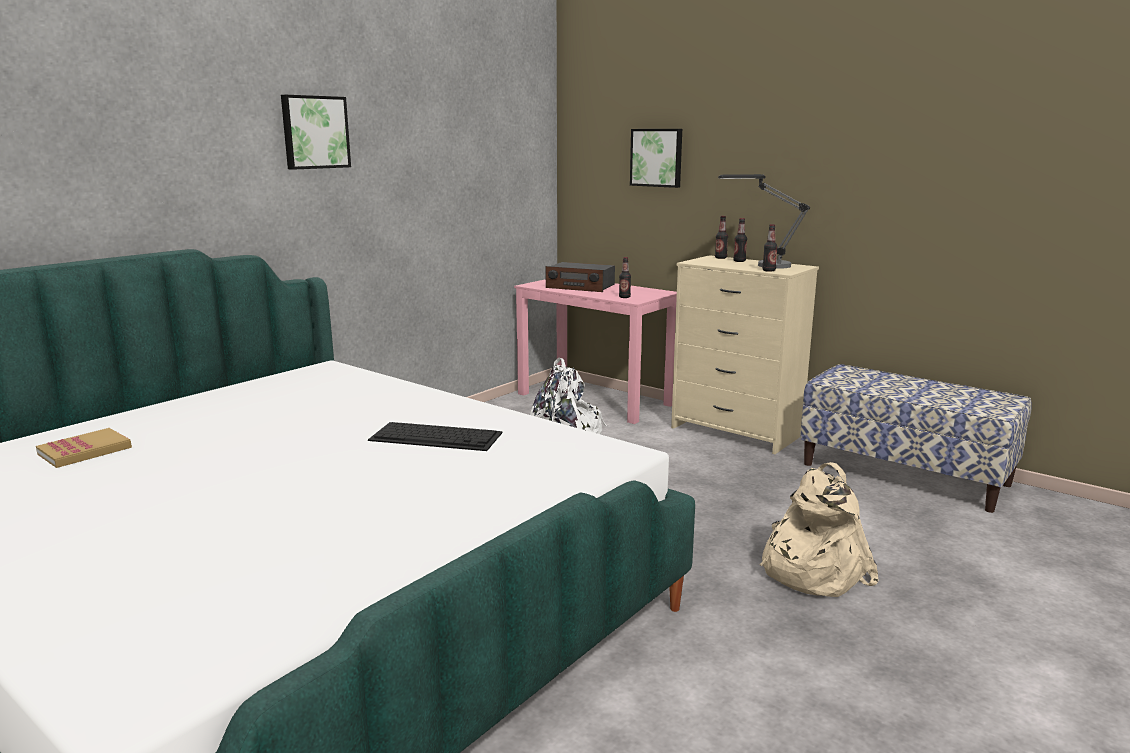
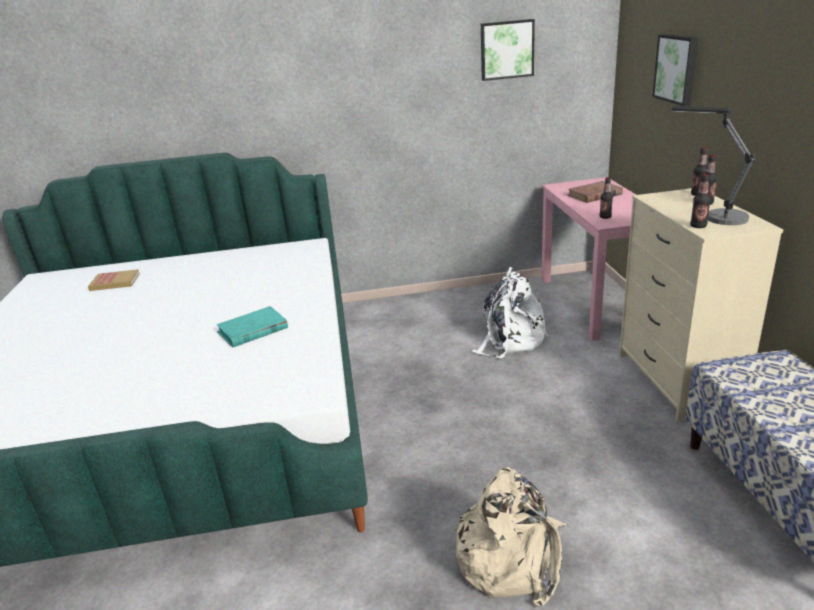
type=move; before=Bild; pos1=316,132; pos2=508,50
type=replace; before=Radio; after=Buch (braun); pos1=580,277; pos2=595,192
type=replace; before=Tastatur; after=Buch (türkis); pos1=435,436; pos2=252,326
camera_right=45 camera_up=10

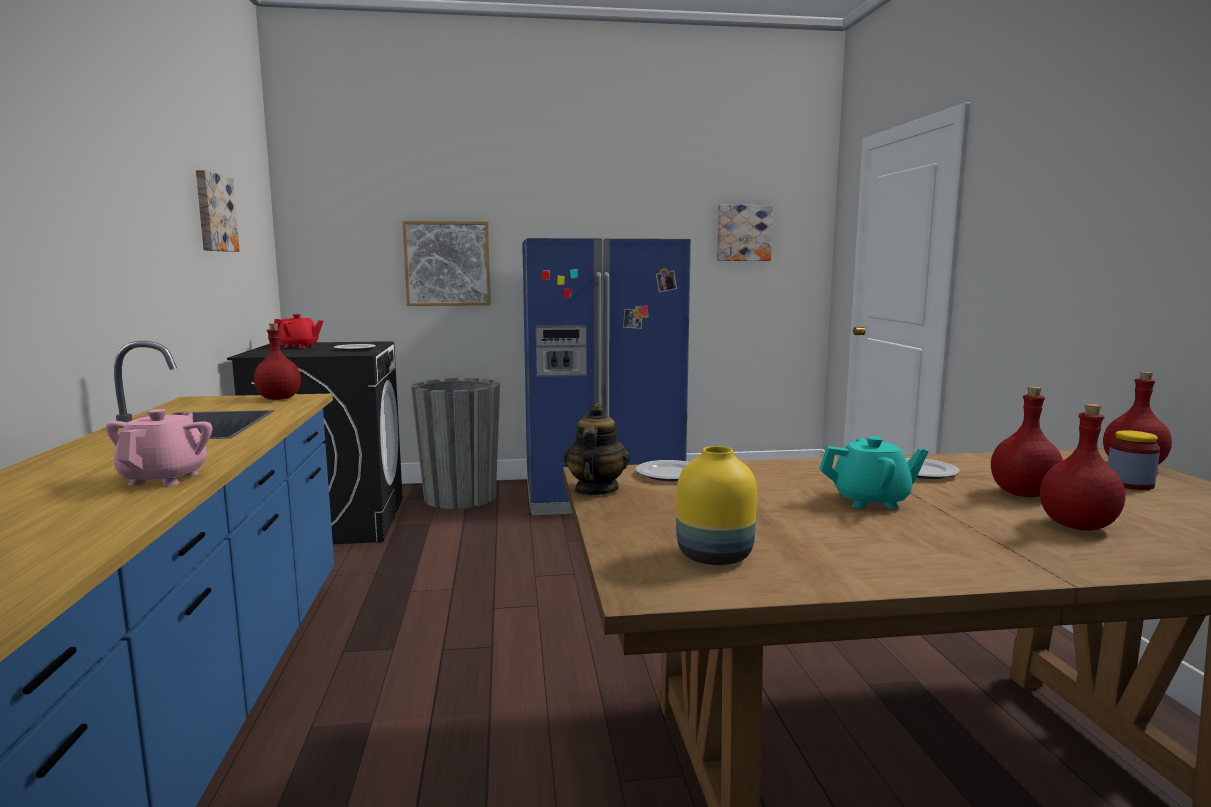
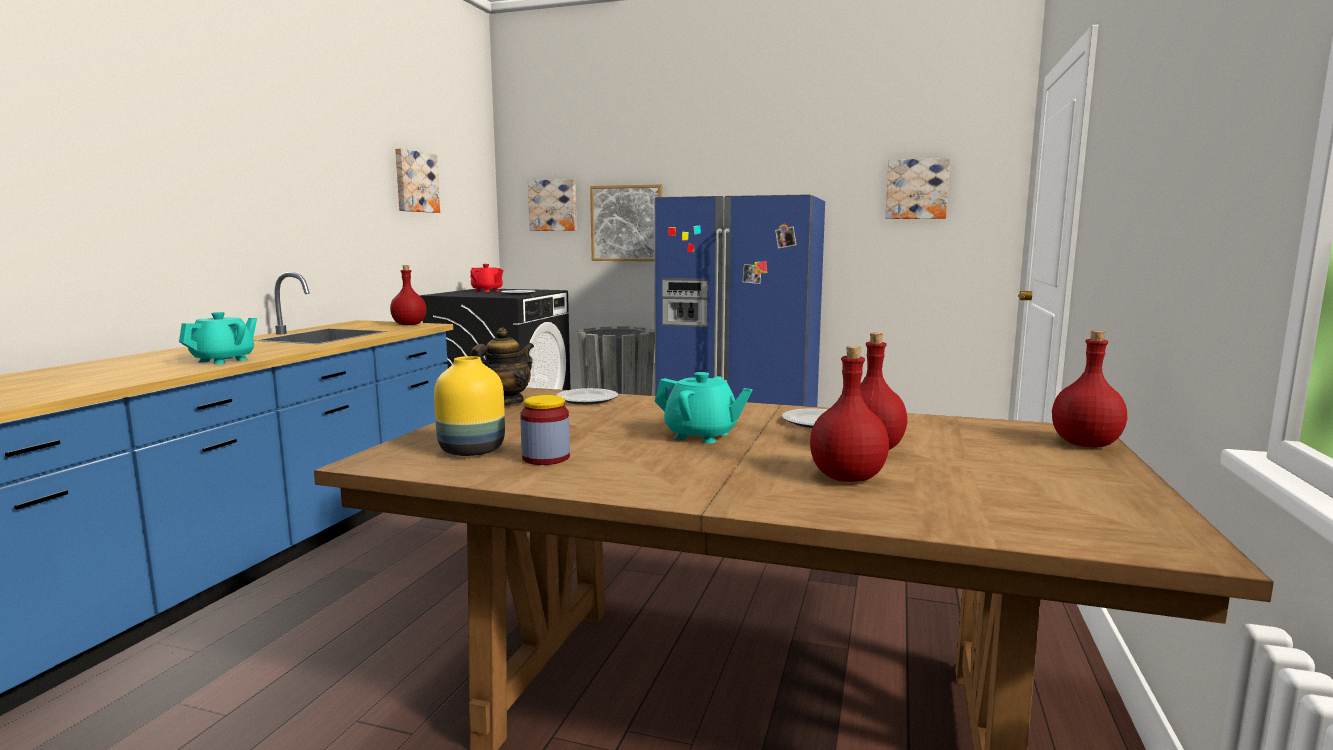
type=recolor; before=Teekanne (rosa); after=Teekanne (türkis); pos1=159,447; pos2=218,338
type=move; before=Vorratsglas; pos1=1134,460; pos2=545,430
type=insert; after=Bild; pos2=552,205
camera_right=25 camera_up=0

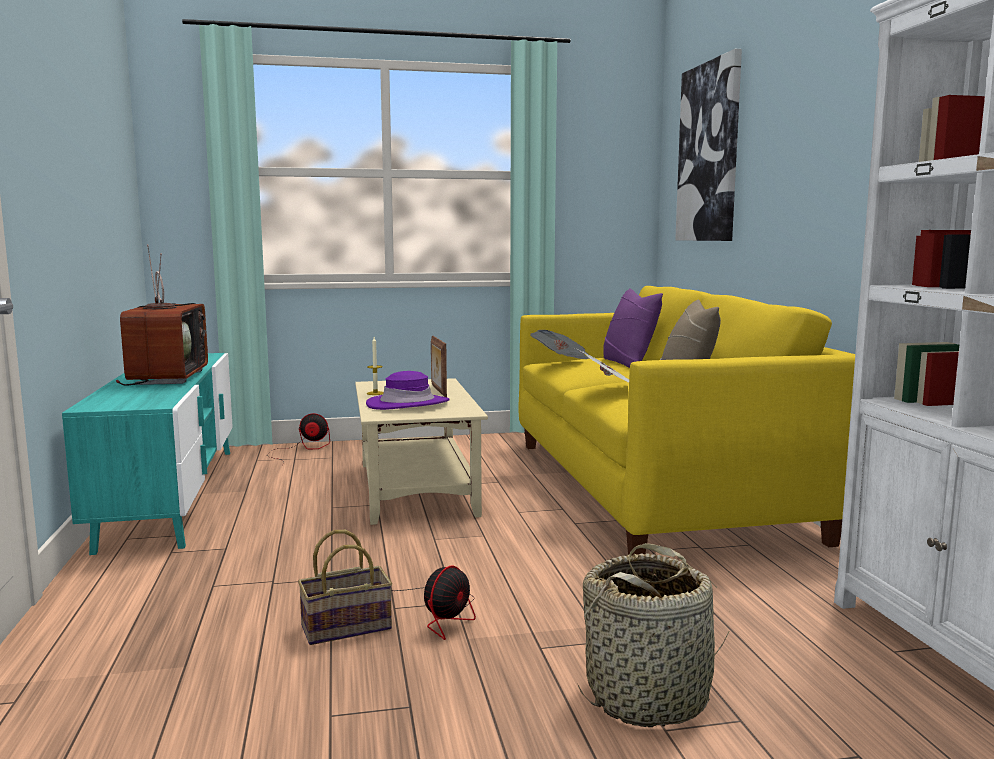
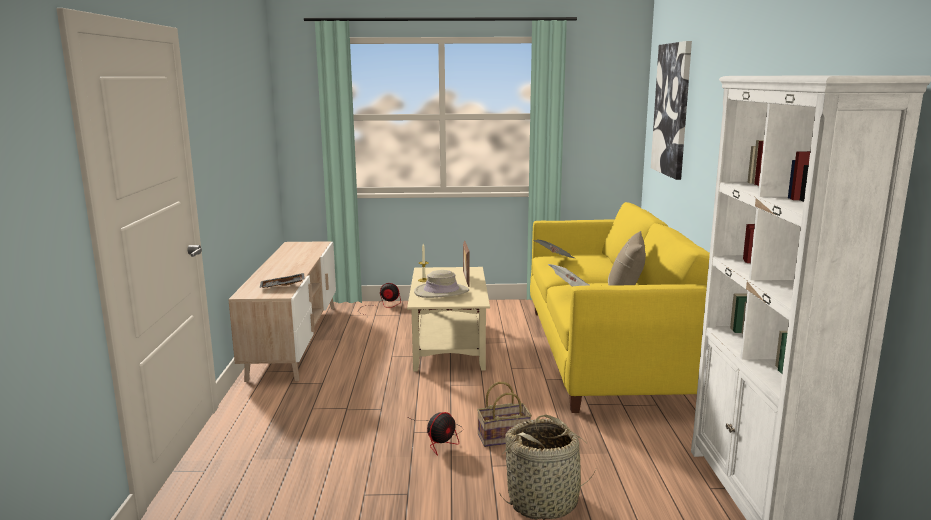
type=delete; before=Fernseher; pos1=162,314
type=delete; before=Kissen (lila); pos1=633,328
type=recolor; before=Fernsehschrank (türkis); after=Fernsehschrank (beige); pos1=147,454; pos2=282,311
type=recolor; before=Hut (lila); after=Hut (beige); pos1=408,390; pos2=441,284
type=move; before=Korb; pos1=345,587; pos2=504,414
type=insert; after=Tablett (schwarz); pos2=282,280
camera_right=10 camera_up=5

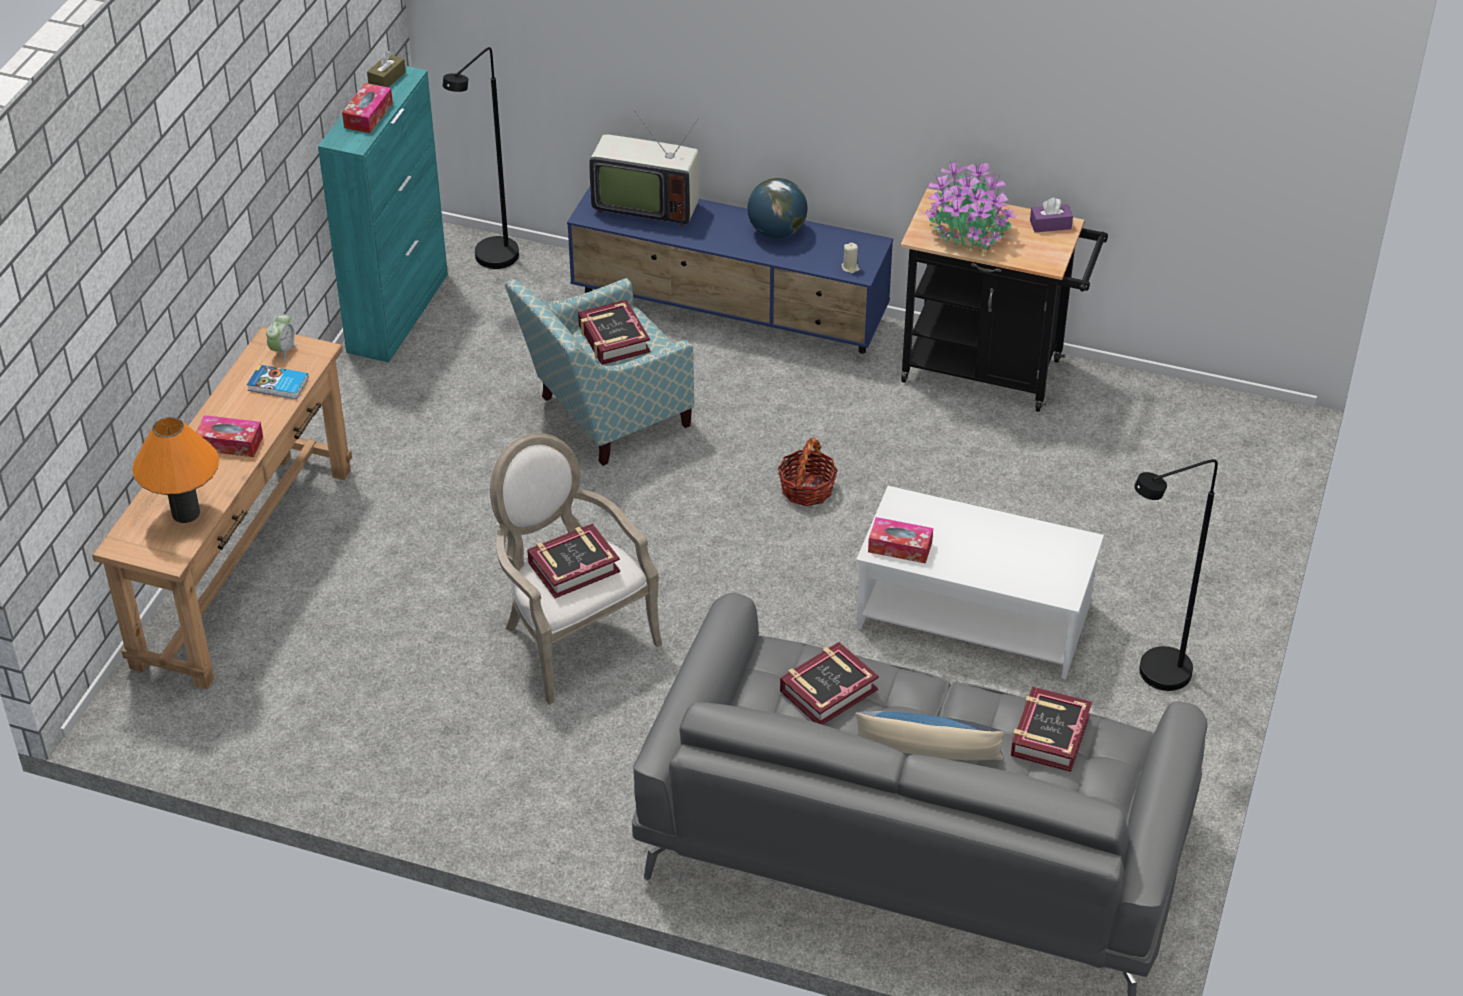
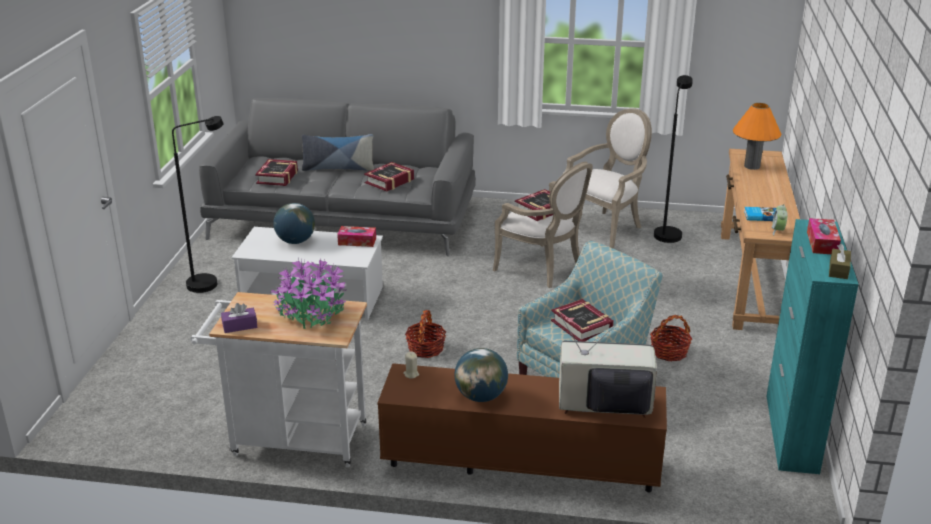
type=move; before=Stehlampe (schwarz); pos1=481,158; pos2=673,159
type=recolor; before=Fernsehschrank (blau); after=Fernsehschrank (braun); pos1=730,270; pos2=522,427
type=recolor; before=Rollwagen (schwarz); after=Rollwagen (weiß); pos1=1004,300; pos2=278,379
type=delete; before=Taschentuchbox; pos1=229,436
type=insert; after=Sessel; pos2=607,178
type=insert; after=Globus; pos2=294,223
type=insert; after=Korb; pos2=671,338
camera_right=170 camera_up=-15

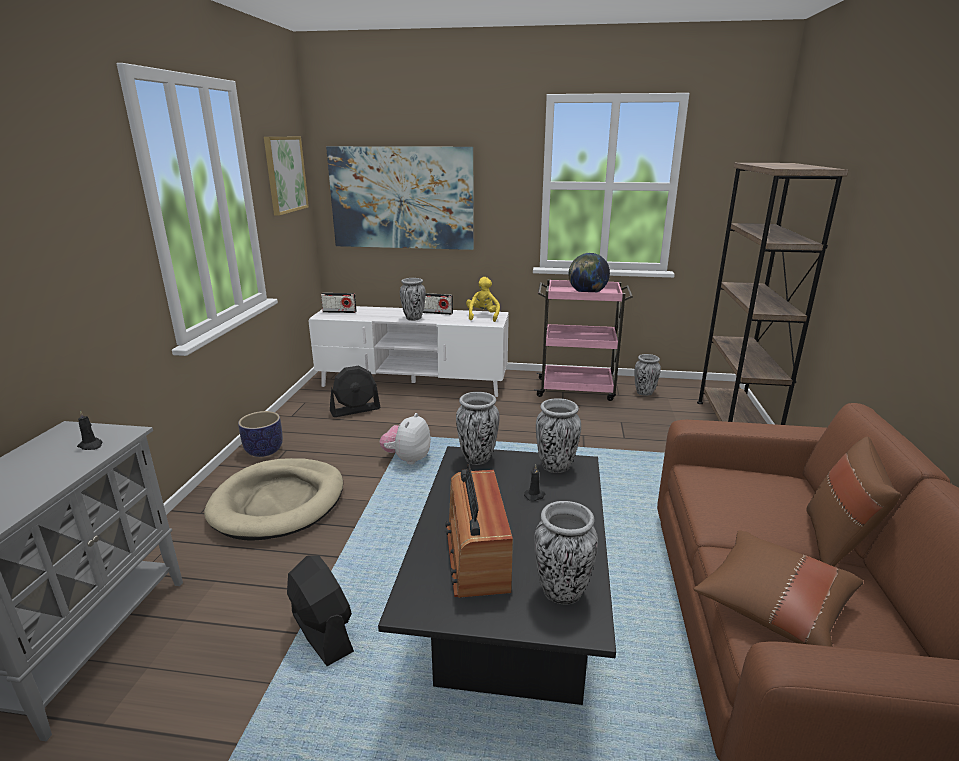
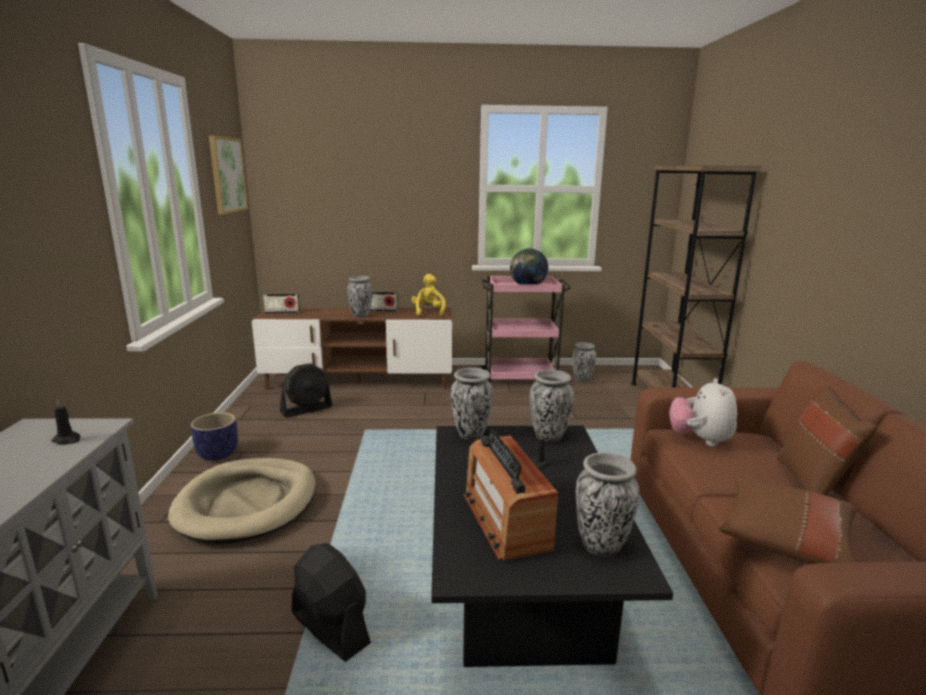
type=delete; before=Bild; pos1=400,198
type=recolor; before=Fernsehschrank (weiß); after=Fernsehschrank (braun); pos1=408,351; pos2=352,348
type=move; before=Plüschtier; pos1=405,439; pos2=703,412
camera_right=-10 camera_up=-5

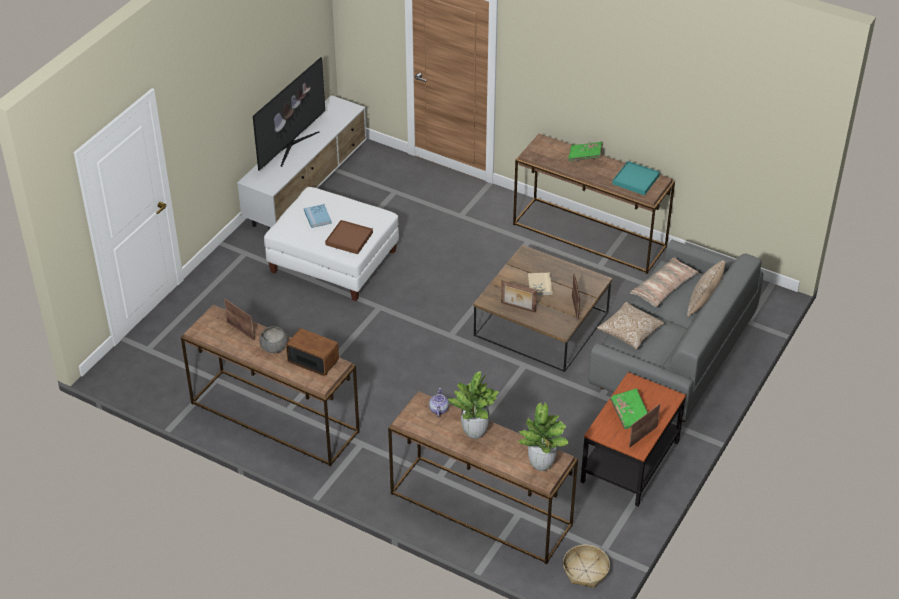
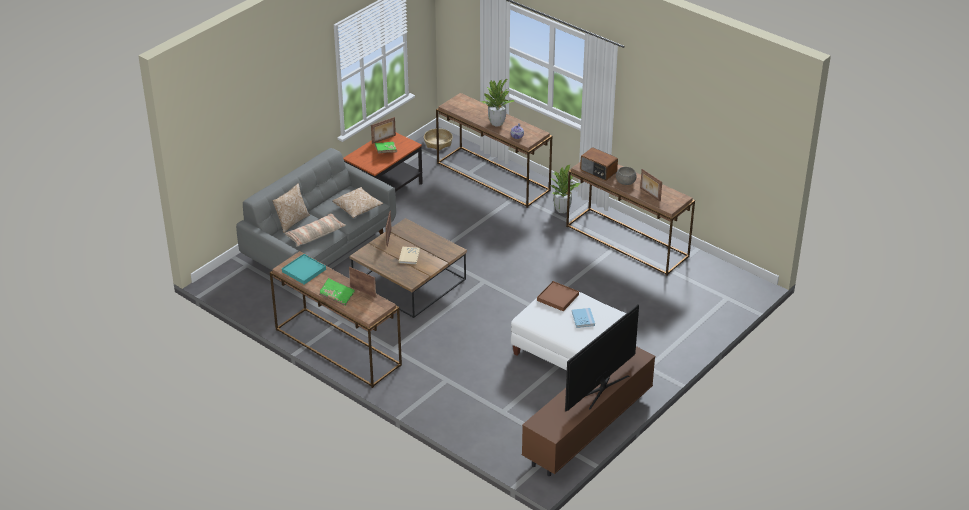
type=recolor; before=Fernsehschrank (weiß); after=Fernsehschrank (braun); pos1=302,162; pos2=588,411
type=move; before=Bilderrahmen; pos1=519,296; pos2=362,282
type=move; before=Topfpflanze; pos1=543,437; pos2=565,189
camera_right=-170 camera_up=-5

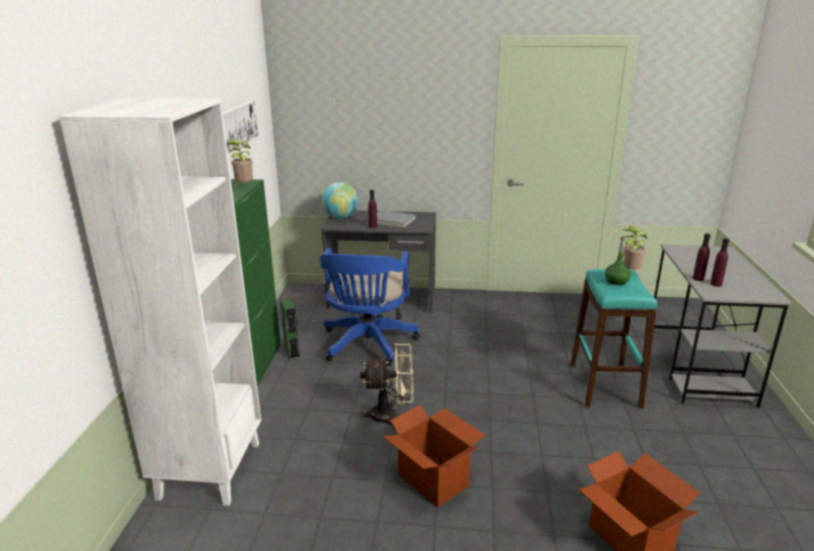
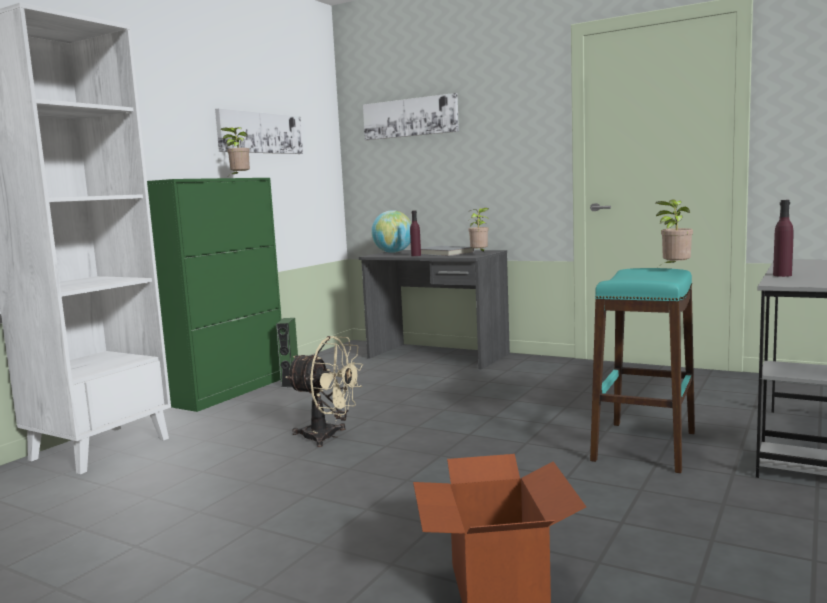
type=delete; before=Flasche (grün); pos1=618,260
type=delete; before=Flasche (lila); pos1=719,262
type=delete; before=Bürostuhl (blau); pos1=370,307
type=delete; before=Karton; pos1=434,456
type=insert; after=Bild; pos2=411,116
type=insert; after=Topfpflanze; pos2=479,230
camera_right=25 camera_up=-15

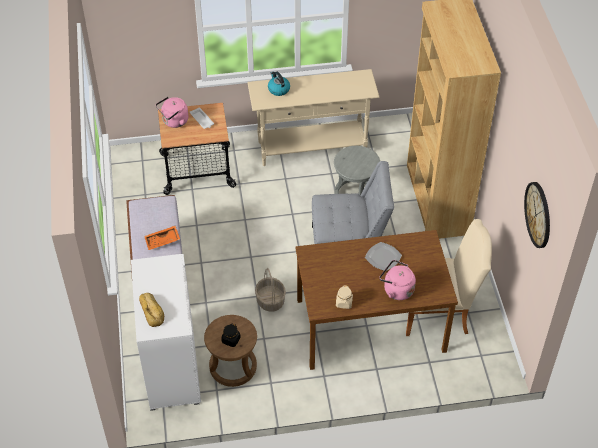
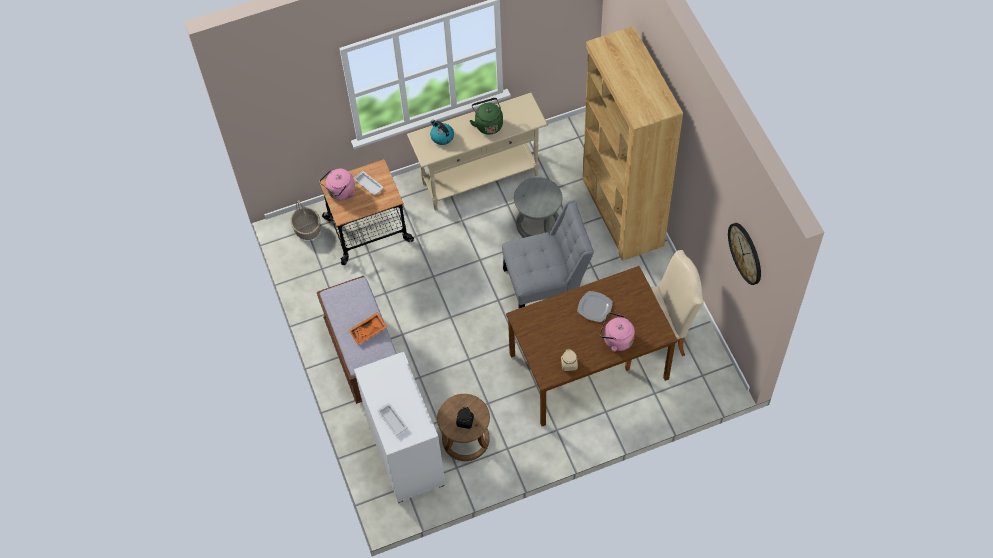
type=move; before=Korb; pos1=270,290; pos2=306,220
type=replace; before=Brot; after=Tablett (weiß); pos1=151,310; pos2=393,419
type=insert; after=Wasserkessel (grün); pos2=486,116
camera_right=-10 camera_up=10

